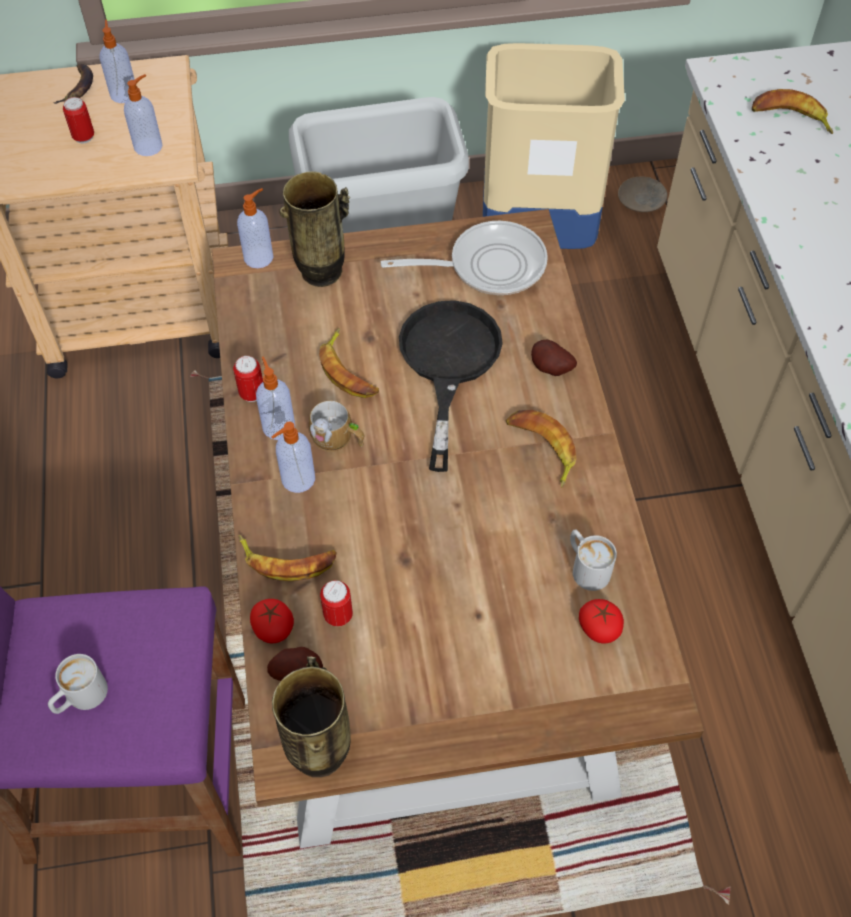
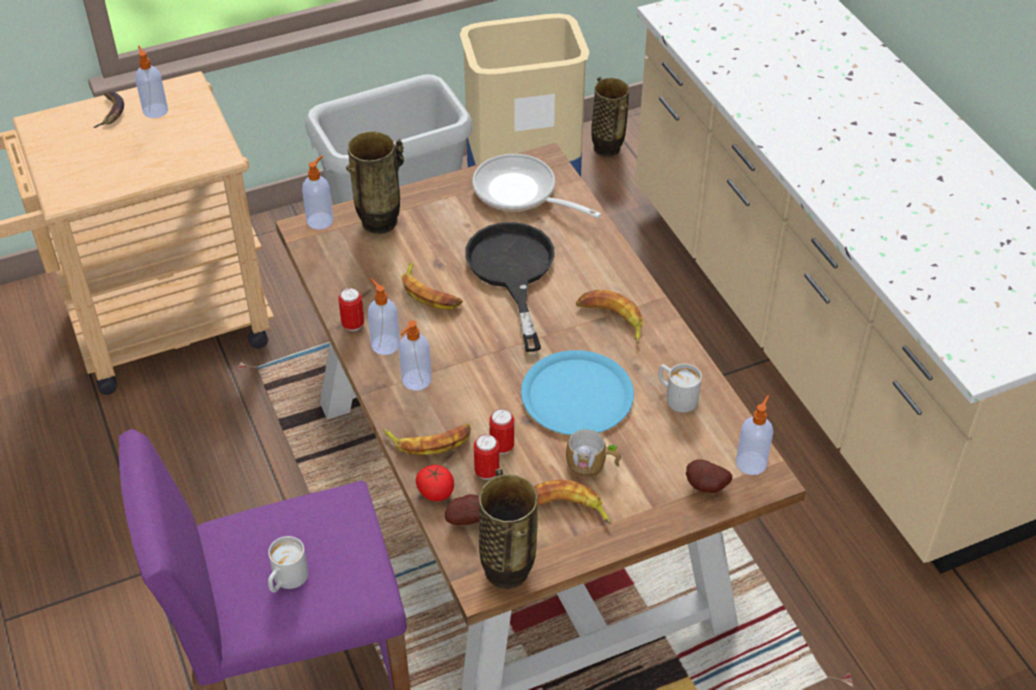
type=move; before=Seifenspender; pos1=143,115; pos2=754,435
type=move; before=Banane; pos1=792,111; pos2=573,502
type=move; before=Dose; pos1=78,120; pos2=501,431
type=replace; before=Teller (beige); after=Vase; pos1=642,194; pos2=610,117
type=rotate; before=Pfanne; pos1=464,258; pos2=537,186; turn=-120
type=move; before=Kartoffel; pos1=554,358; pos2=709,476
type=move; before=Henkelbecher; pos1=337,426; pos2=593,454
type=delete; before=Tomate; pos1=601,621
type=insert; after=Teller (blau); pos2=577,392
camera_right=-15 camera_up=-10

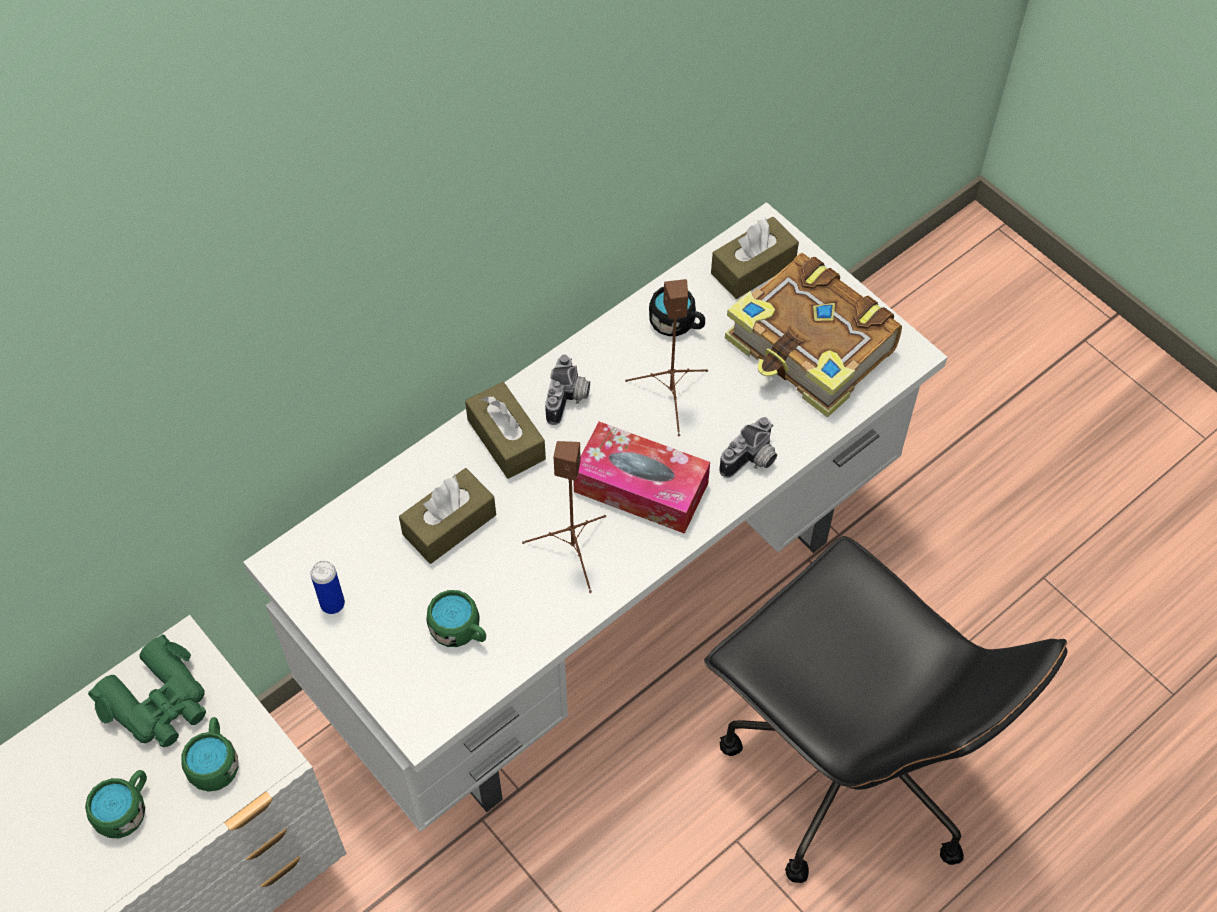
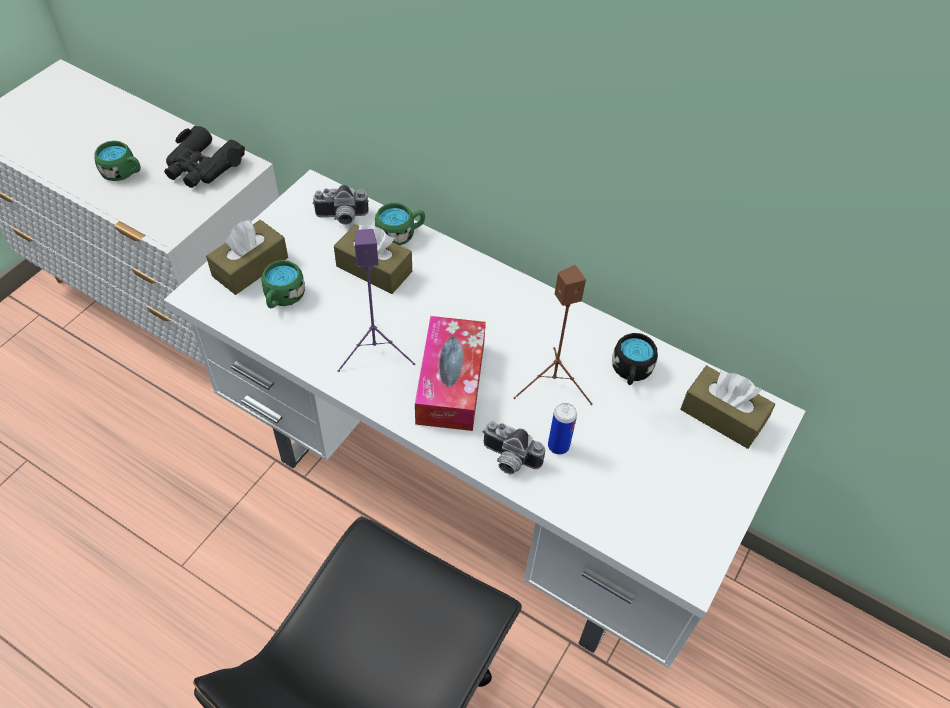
type=delete; before=Buch; pos1=813,335
type=move; before=Kamera; pos1=567,390; pos2=340,205
type=move; before=Taschentuchbox (braun); pos1=505,430; pos2=247,257
type=recolor; before=Lautsprecher (braun); after=Lautsprecher (lila); pos1=564,517; pos2=376,300
type=move; before=Dose; pos1=327,587; pos2=562,428
type=recolor; before=Fernglas (grün); after=Fernglas (schwarz); pos1=147,690; pos2=204,157
type=move; before=Henkelbecher (grün); pos1=209,754; pos2=400,224
camera_right=70 camera_up=-5

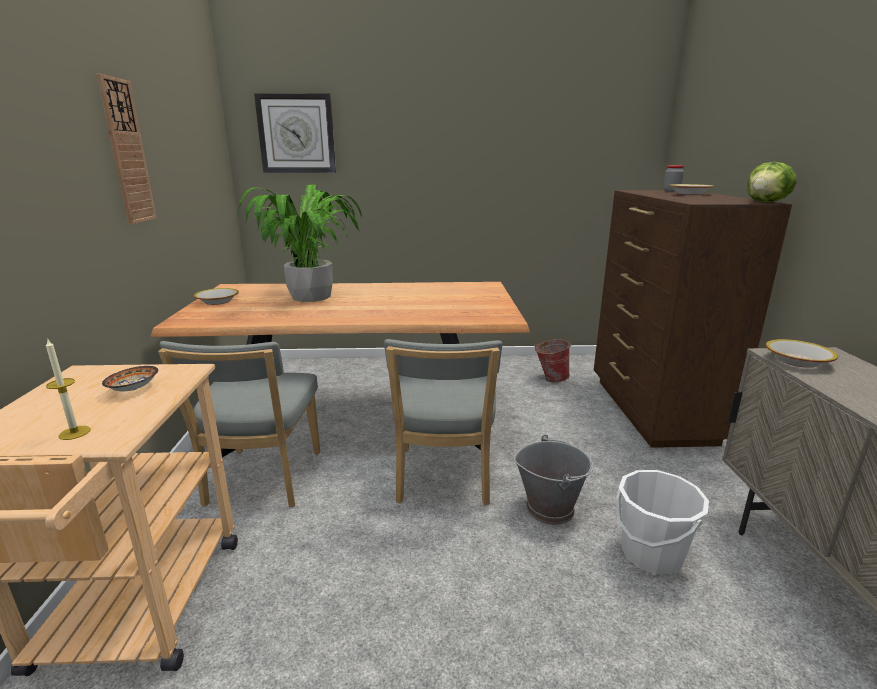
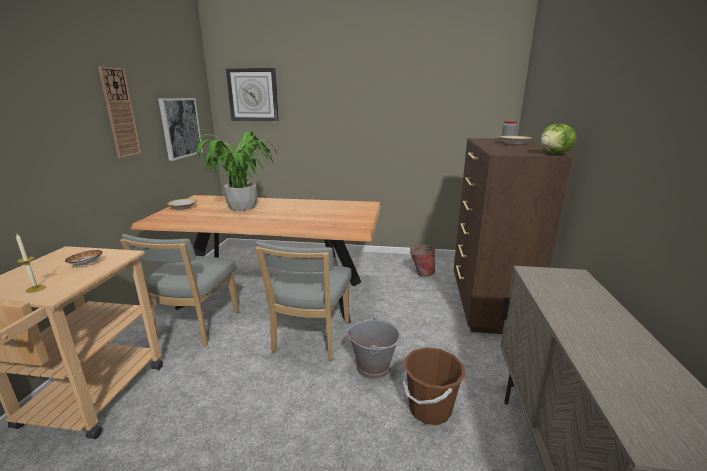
type=delete; before=Schüssel; pos1=802,353
type=recolor; before=Eimer (weiß); after=Eimer (braun); pos1=662,522; pos2=434,386
type=insert; after=Bild; pos2=180,129
camera_right=10 camera_up=0

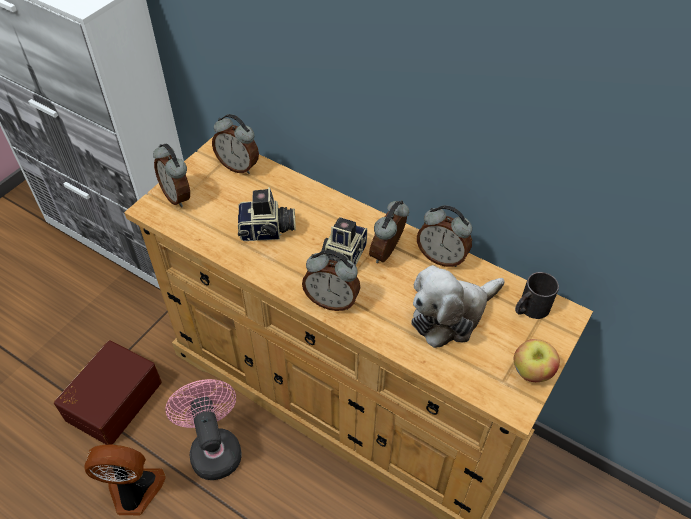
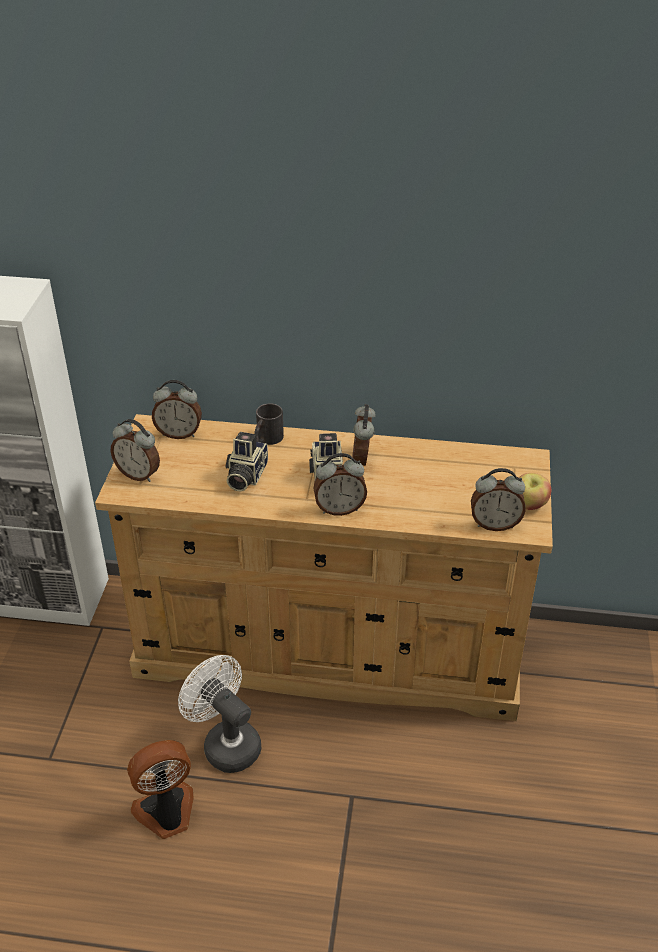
type=rotate; before=Kamera; pos1=267,214; pos2=246,462; turn=135
type=move; before=Wecker; pos1=444,236; pos2=498,499
type=delete; before=Plüschtier; pos1=458,306
type=move; before=Henkelbecher (schwarz); pos1=537,295; pos2=269,424
type=delete; before=Aufbewahrungsbox (braun); pos1=108,392
type=recolor; before=Ventilator (rosa); after=Ventilator (weiß); pos1=203,429; pos2=219,714
camera_right=-25 camera_up=-10

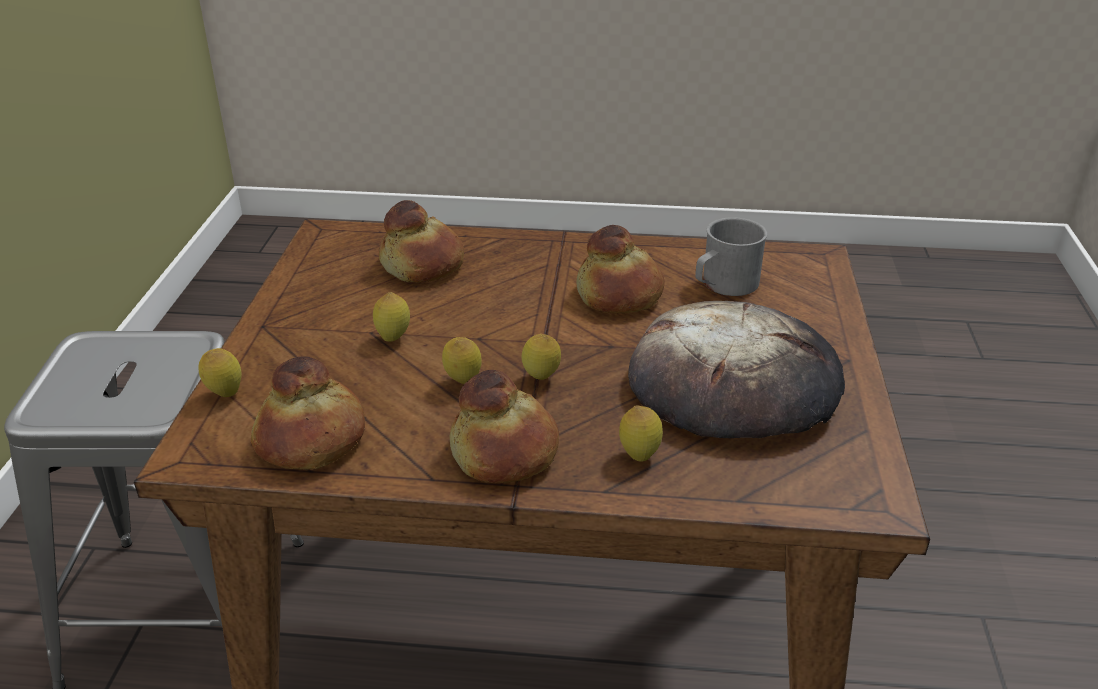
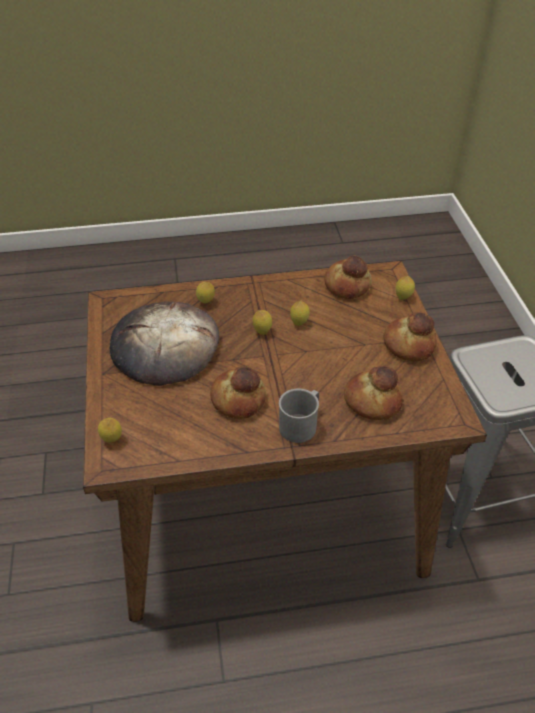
type=move; before=Henkelbecher (grau); pos1=731,256; pos2=299,415
type=move; before=Zitrone; pos1=391,317; pos2=110,430
type=move; before=Brot; pos1=504,426; pos2=410,337
camera_right=165 camera_up=10

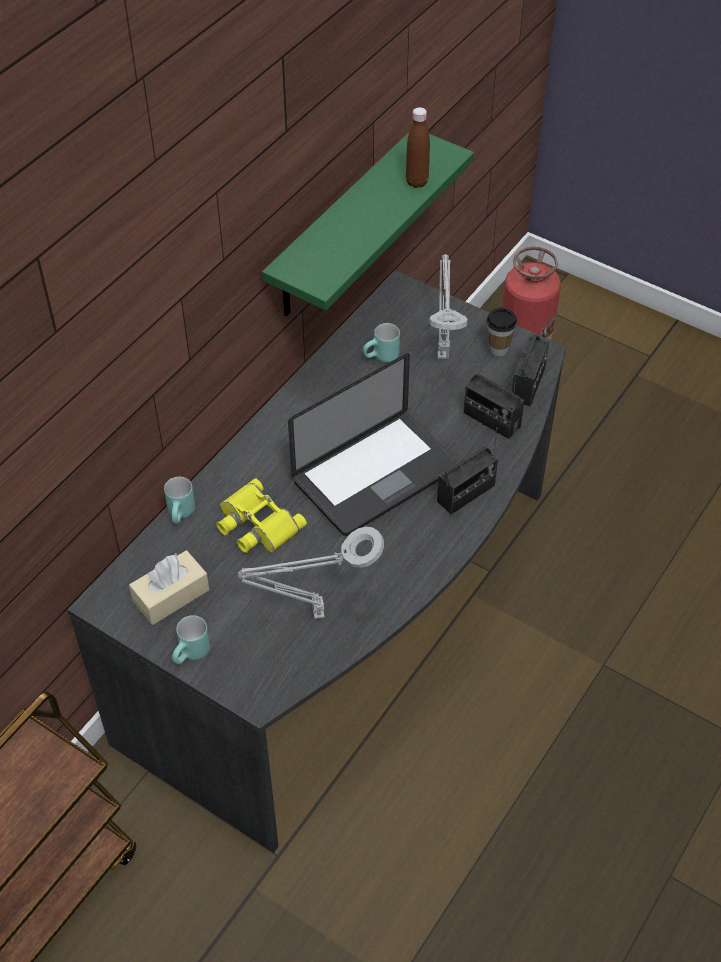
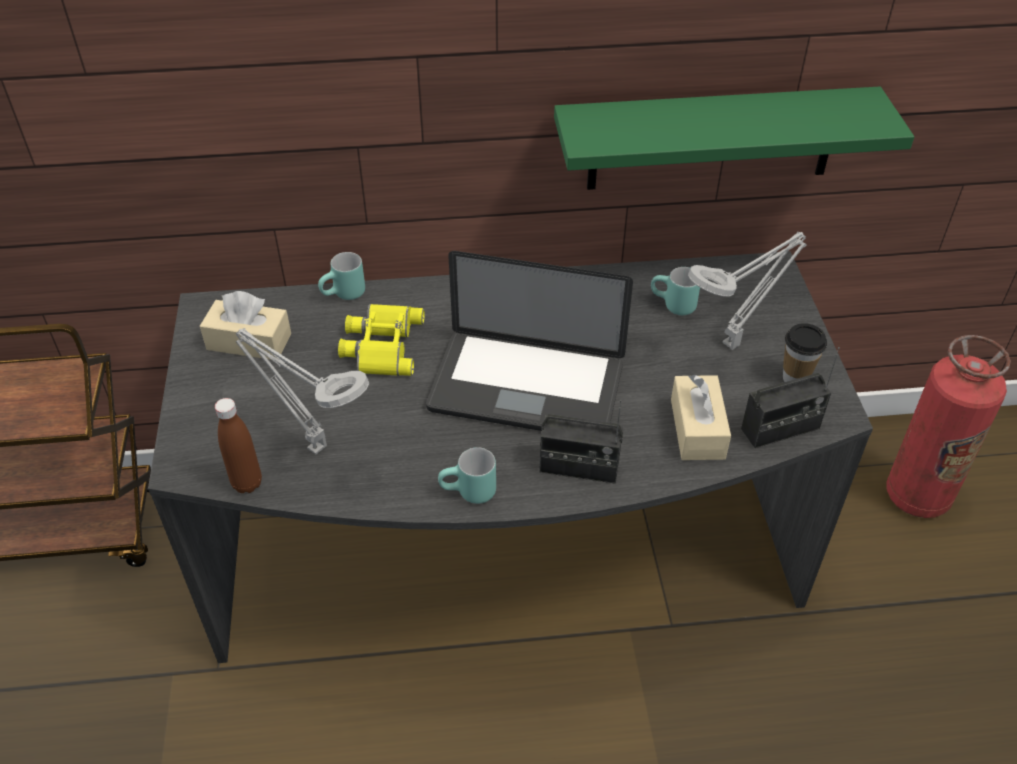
type=move; before=Flasche (braun); pos1=418,147; pos2=238,445
type=replace; before=Radio; after=Taschentuchbox (beige); pos1=493,406; pos2=701,417
type=move; before=Henkelbecher (türkis); pos1=191,639; pos2=467,475
camera_right=50 camera_up=-5

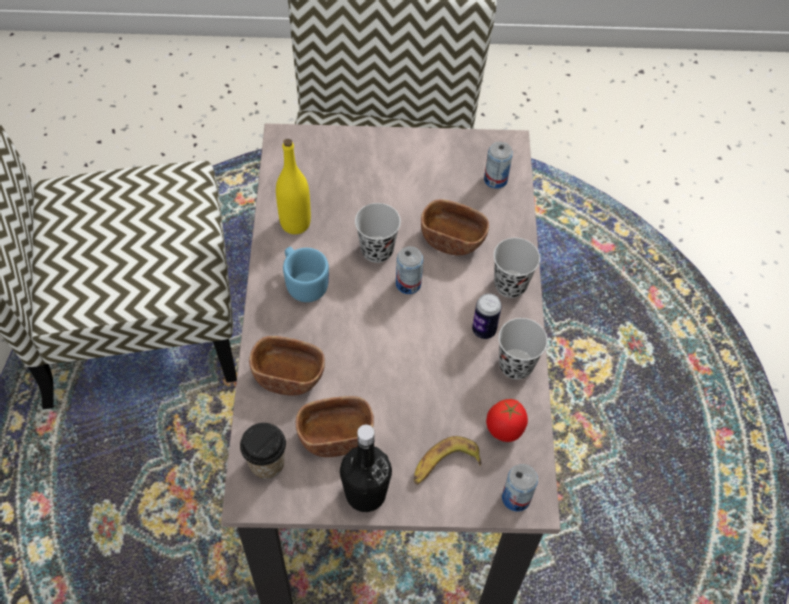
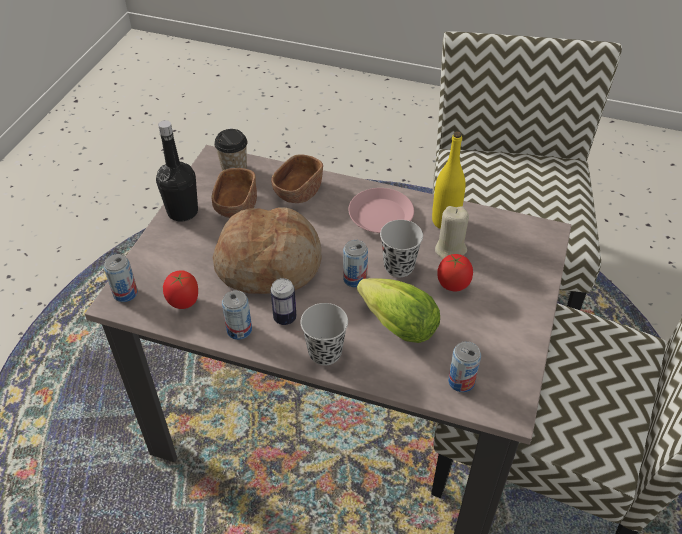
type=replace; before=Schüssel (braun); after=Salatkopf; pos1=455,227; pos2=398,310
type=replace; before=Henkelbecher (blau); after=Teller (rosa); pos1=306,274; pos2=381,210
type=replace; before=Tasse (schwarz); after=Dose; pos1=523,349; pos2=237,315
type=delete; before=Banane; pos1=448,460
type=insert; after=Kerze (beige); pos2=452,232
type=insert; after=Brot; pos2=267,251
type=insert; after=Tomate; pos2=455,273
camera_right=110 camera_up=-10

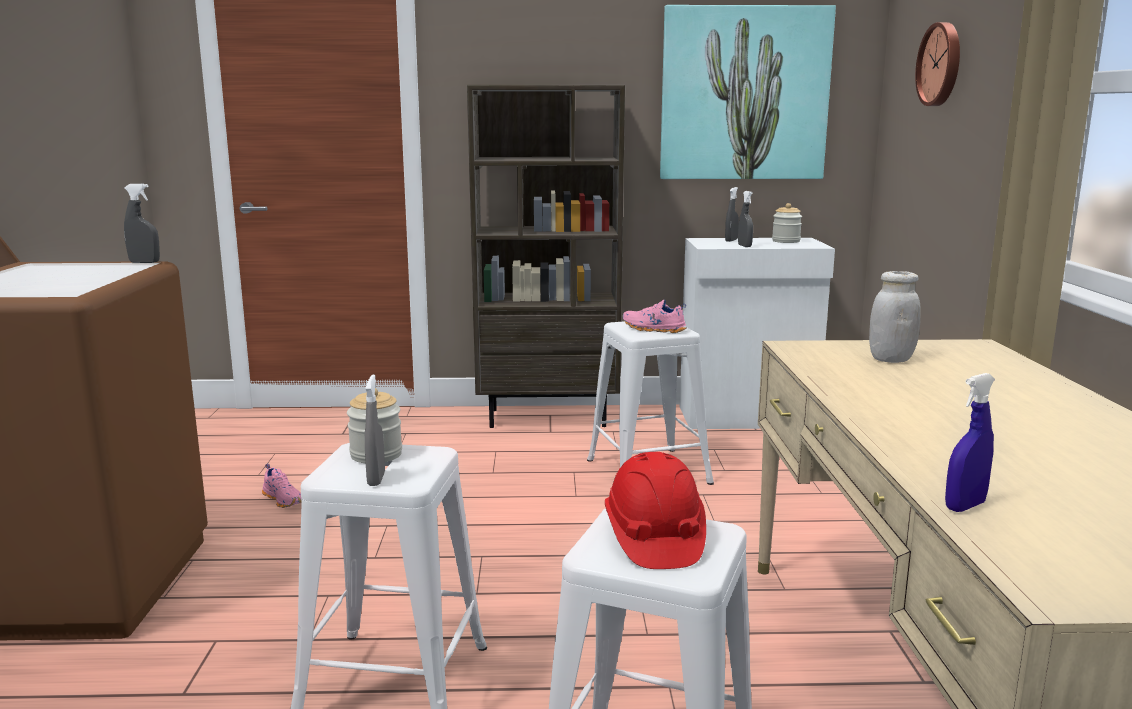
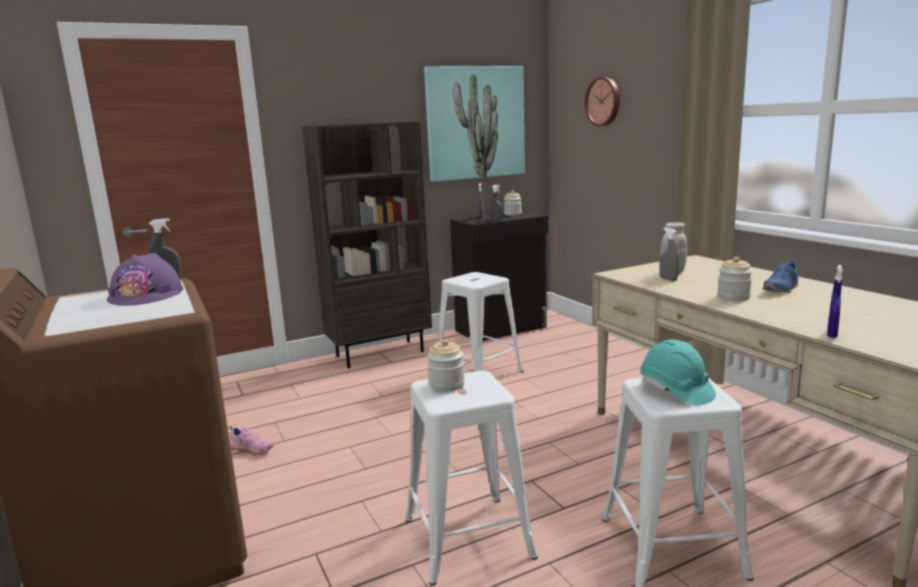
type=recolor; before=Schrank (weiß); after=Schrank (schwarz); pos1=757,333; pos2=499,276
type=delete; before=Schuh (rosa); pos1=655,316
type=move; before=Sprühflasche (grau); pos1=375,430; pos2=669,254
type=recolor; before=Schutzhelm (rot); after=Schutzhelm (türkis); pos1=655,510; pos2=678,372
type=insert; after=Schutzhelm (lila); pos2=145,279
type=insert; after=Vorratsglas; pos2=735,278
type=insert; after=Schuh (blau); pos2=781,276
camera_right=-25 camera_up=0

